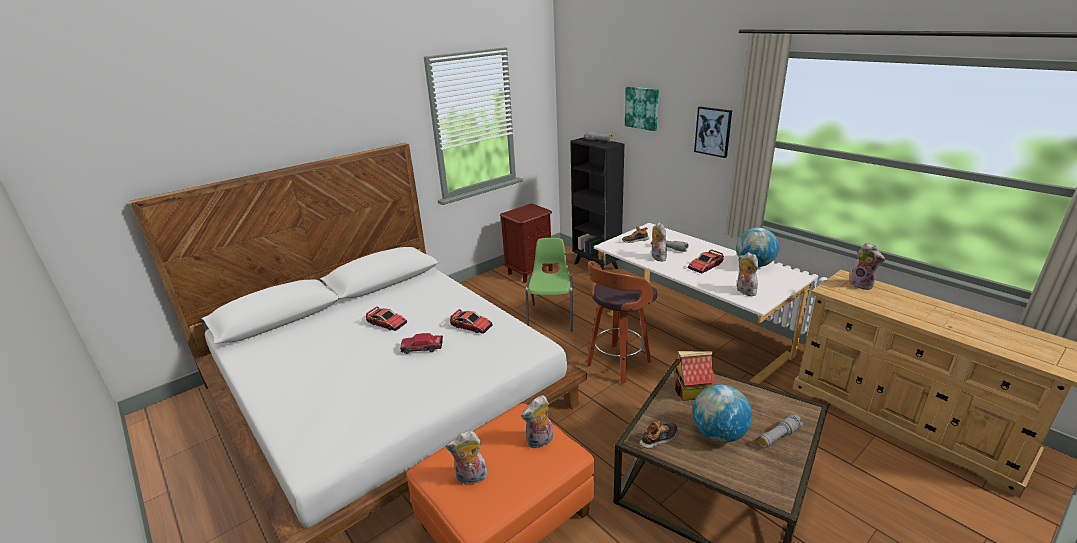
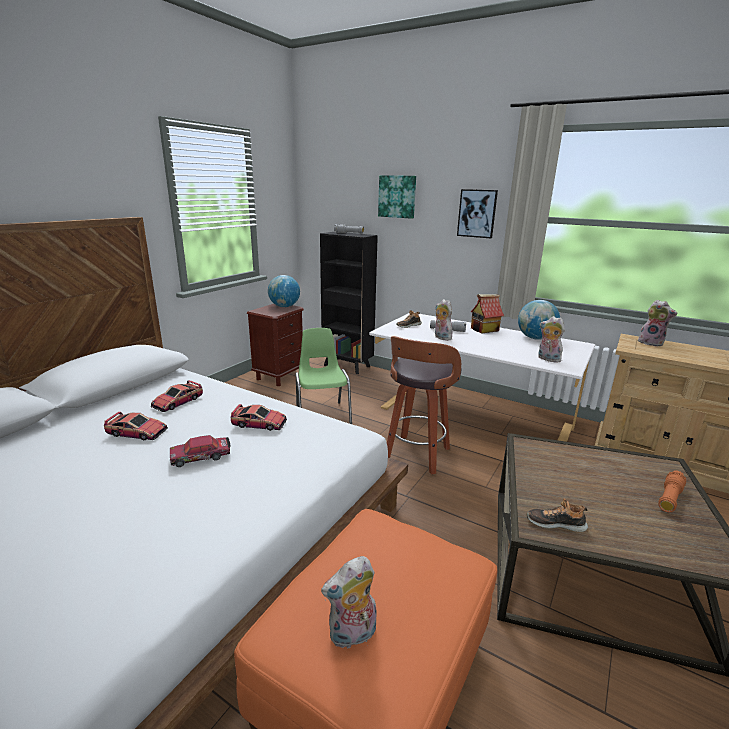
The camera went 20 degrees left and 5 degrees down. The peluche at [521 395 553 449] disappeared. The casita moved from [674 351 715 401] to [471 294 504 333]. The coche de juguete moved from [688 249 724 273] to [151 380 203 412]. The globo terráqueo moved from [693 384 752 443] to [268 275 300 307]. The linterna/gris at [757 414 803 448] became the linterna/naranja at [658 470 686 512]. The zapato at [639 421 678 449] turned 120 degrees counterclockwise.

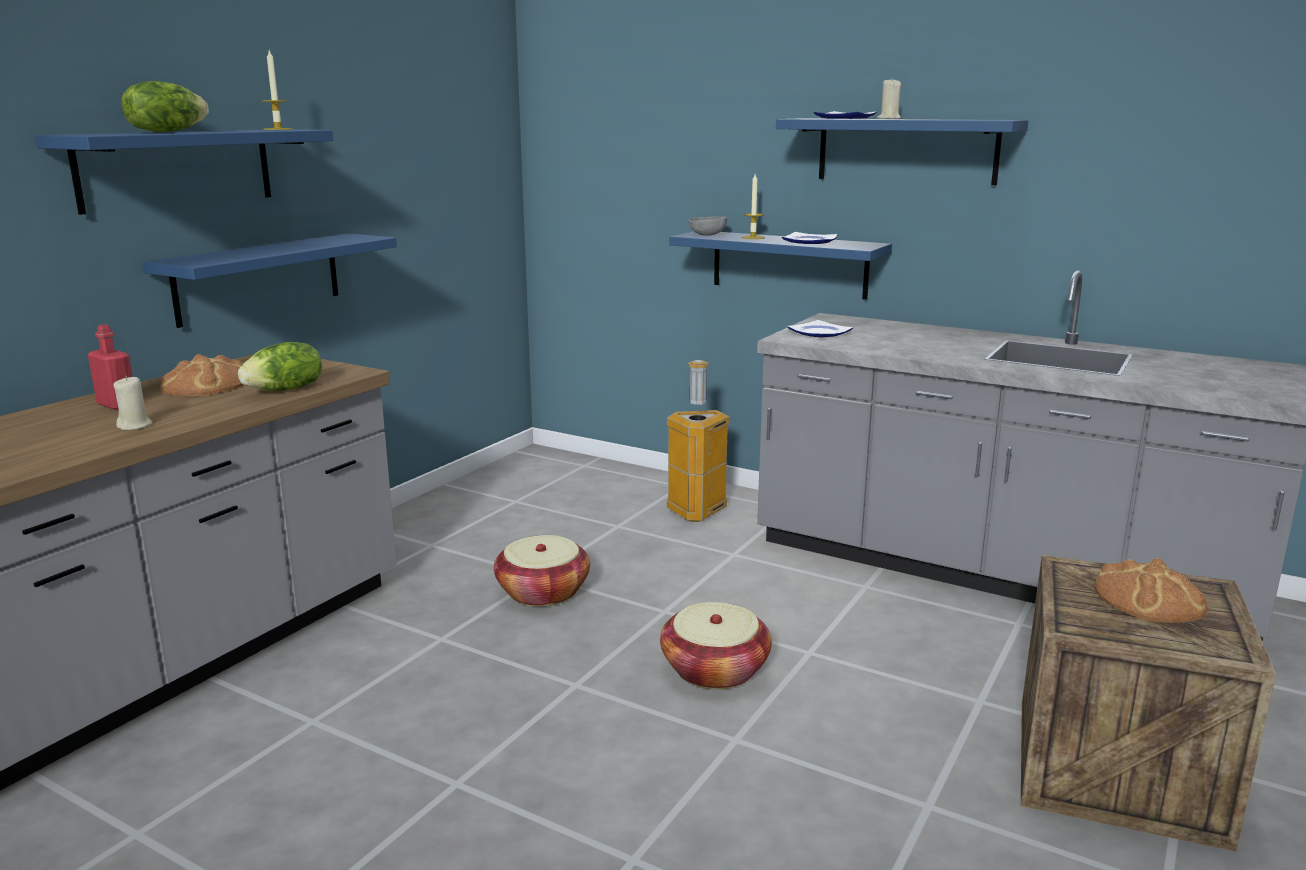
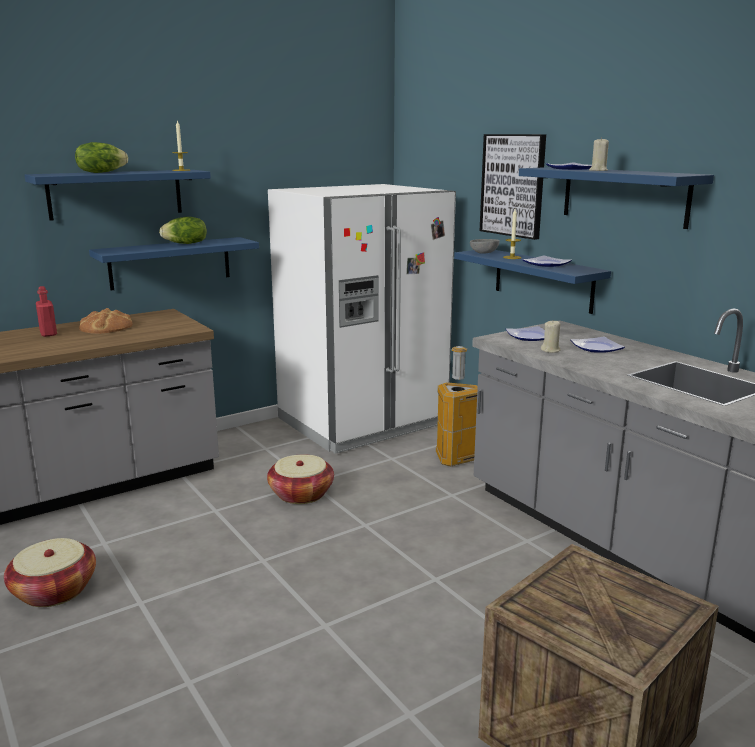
The camera went 25 degrees right and 0 degrees up. The pan at [1094 558 1207 623] disappeared. The nevera/blanco at [268 184 456 454] appeared. The cuadro at [480 134 546 240] appeared. The plato at [570 337 625 353] appeared. The vela/beis moved from [113 376 153 430] to [541 321 561 353]. The lechuga moved from [238 342 322 391] to [159 217 207 244]. The cesta moved from [660 602 772 689] to [4 538 96 607].

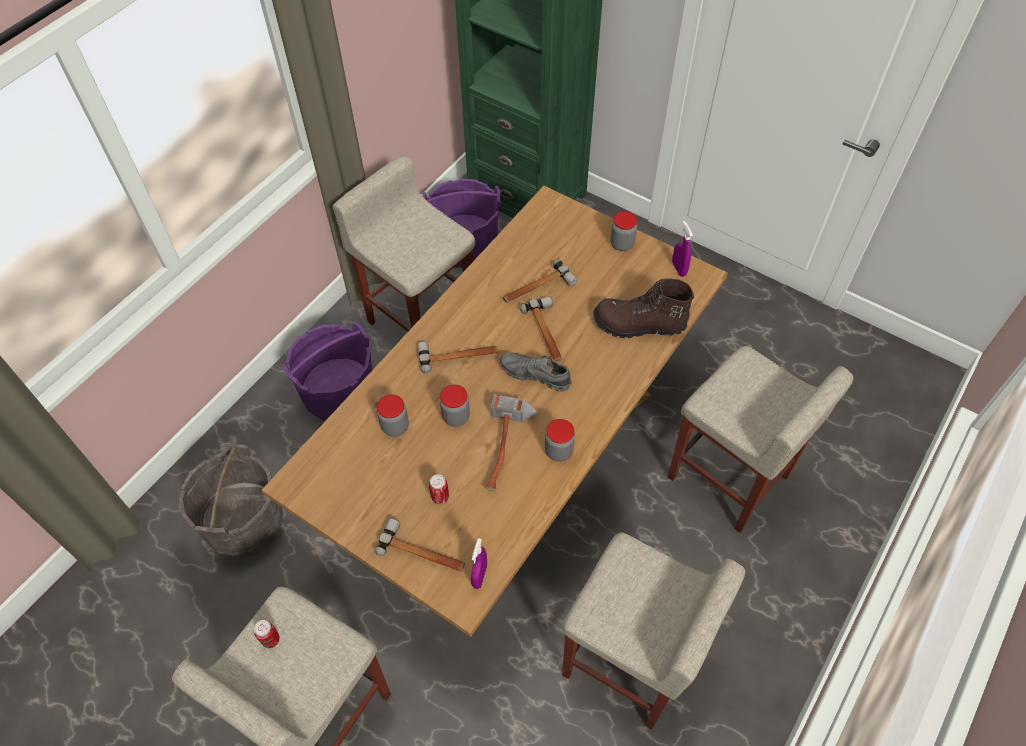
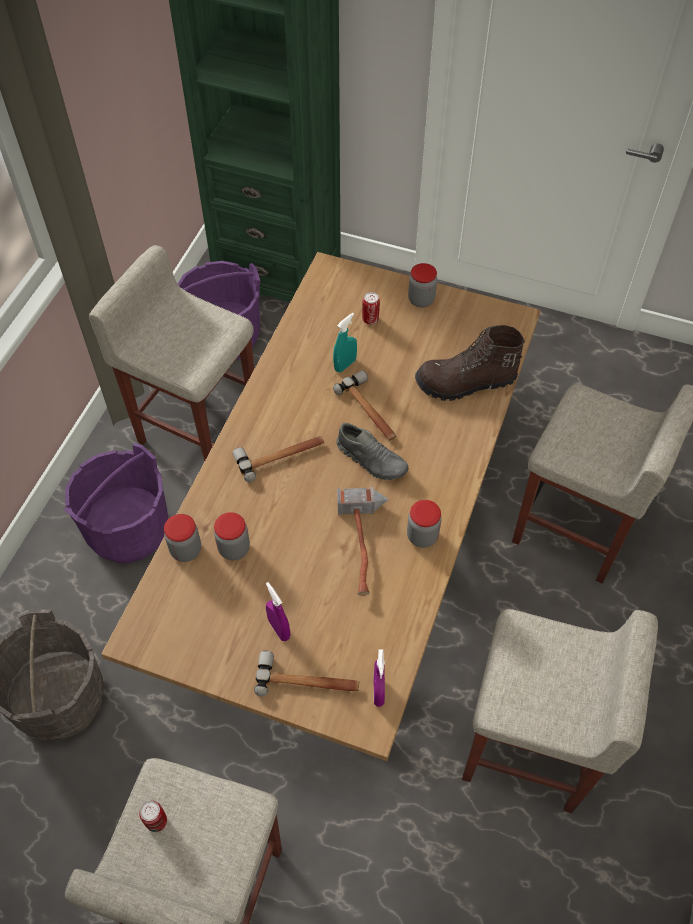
The camera went 15 degrees left and 0 degrees up. The lata moved from [429 474 449 504] to [362 292 380 325]. The tarro moved from [440 384 470 427] to [164 514 201 562]. The pulverizador/morado moved from [672 221 693 277] to [266 582 290 641]. The martillo at [503 260 577 302] was replaced by the pulverizador/turquesa at [333 313 357 372]. The zapato/gris at [500 352 572 392] turned 150 degrees counterclockwise.

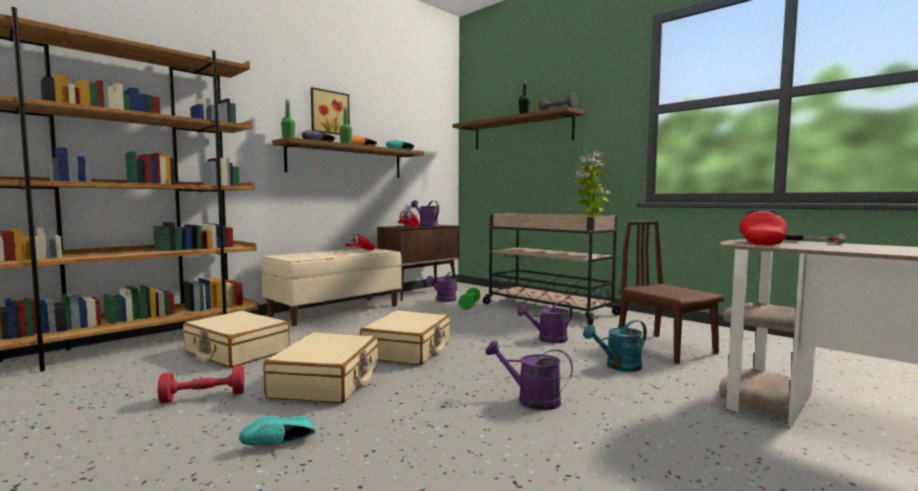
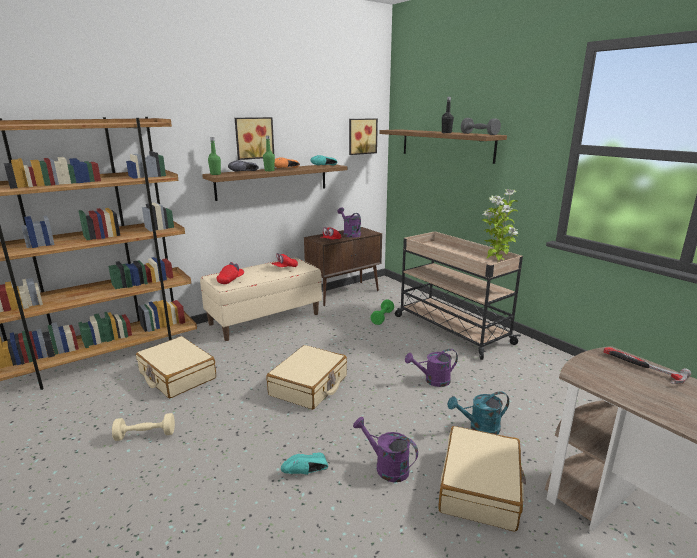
The camera went 10 degrees right and 15 degrees up. The regadera/morado at [426 272 457 302] disappeared. The silla/marrón at [619 221 724 364] disappeared. The cuadro at [349 118 378 155] appeared. The zapato/turquesa moved from [239 416 315 446] to [281 452 328 475]. The maleta/beis moved from [263 332 378 403] to [439 426 526 532]. The gorra/rojo moved from [740 209 787 245] to [217 262 244 284]. The mancuerna/rojo at [158 365 244 404] became the mancuerna/beis at [112 413 175 441].

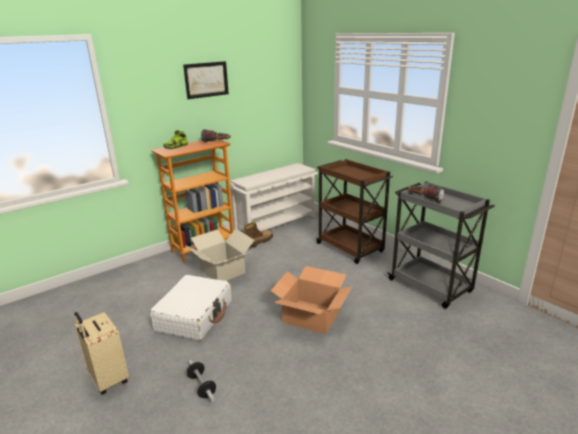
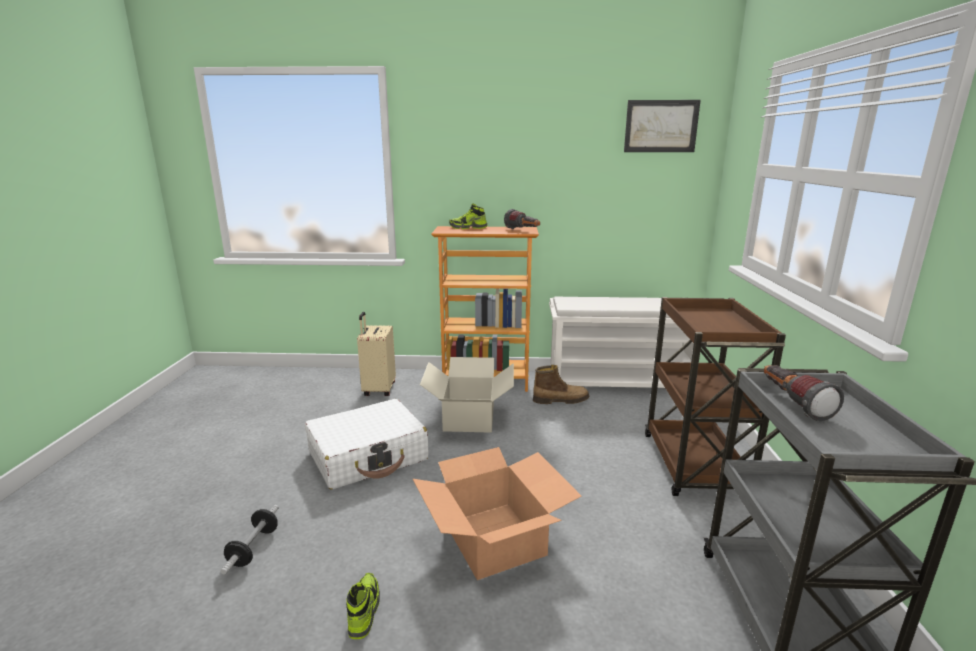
The camera went 40 degrees right and 5 degrees down. The zapato at [346 573 380 639] appeared. The maleta/beis moved from [74 312 129 395] to [357 312 396 396]. The cuadro moved from [183 61 229 99] to [624 100 701 152].

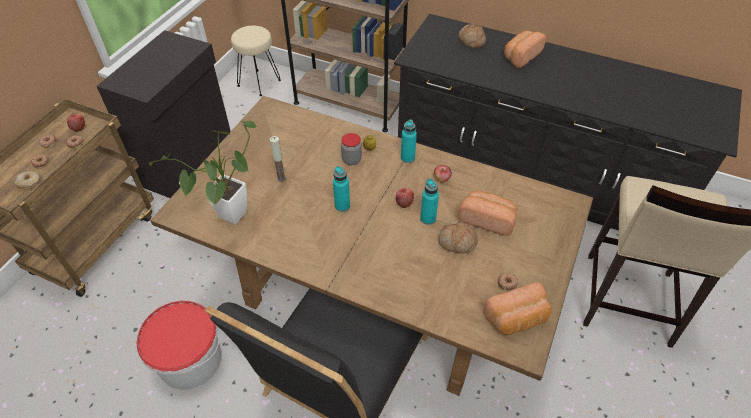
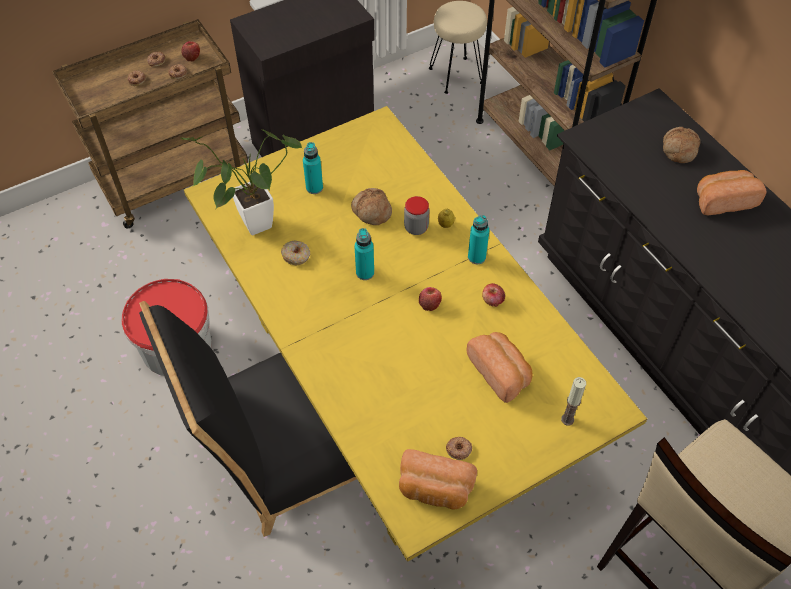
The camera went 35 degrees right and 5 degrees up. The rosquilla moved from [13 171 40 190] to [281 241 310 265]. The vela moved from [270 136 286 182] to [561 377 586 426]. The botella/turquesa moved from [420 179 439 225] to [303 142 323 194]. The pan moved from [438 220 478 254] to [351 188 392 225]. The mesa de comedor/marrón at [150 96 593 396] became the mesa de comedor/amarillo at [184 106 647 562].

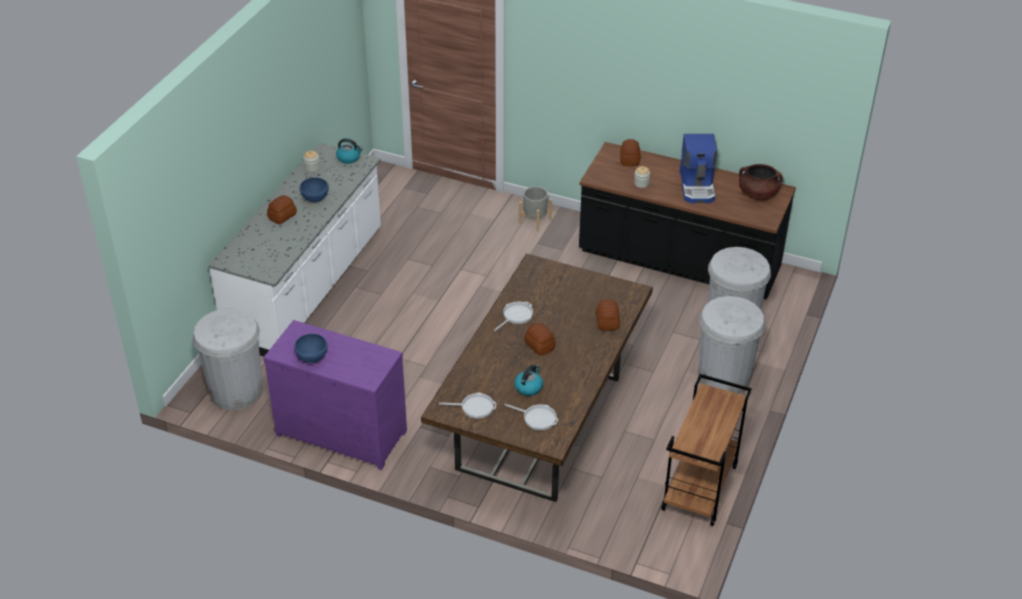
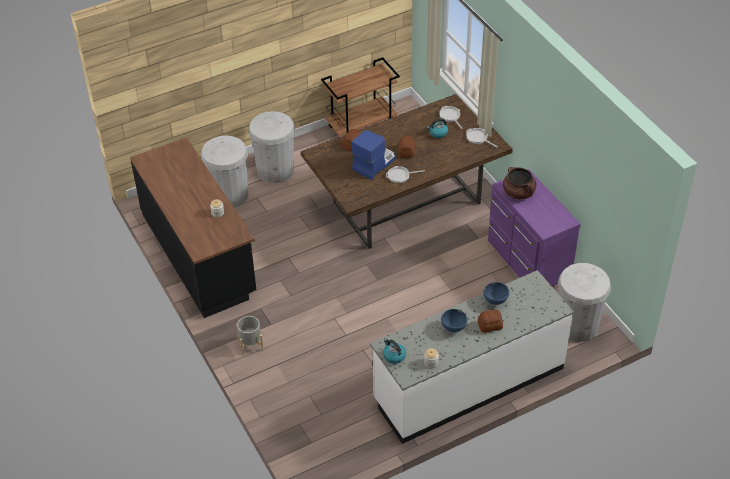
The camera went 140 degrees left and 5 degrees up. The pan at [620 139 640 166] disappeared. The cuenco/azul moved from [295 334 327 363] to [483 282 509 305]. The cafetera moved from [680 134 717 203] to [351 130 395 180]. The olla/marrón moved from [739 164 783 200] to [503 167 536 199].

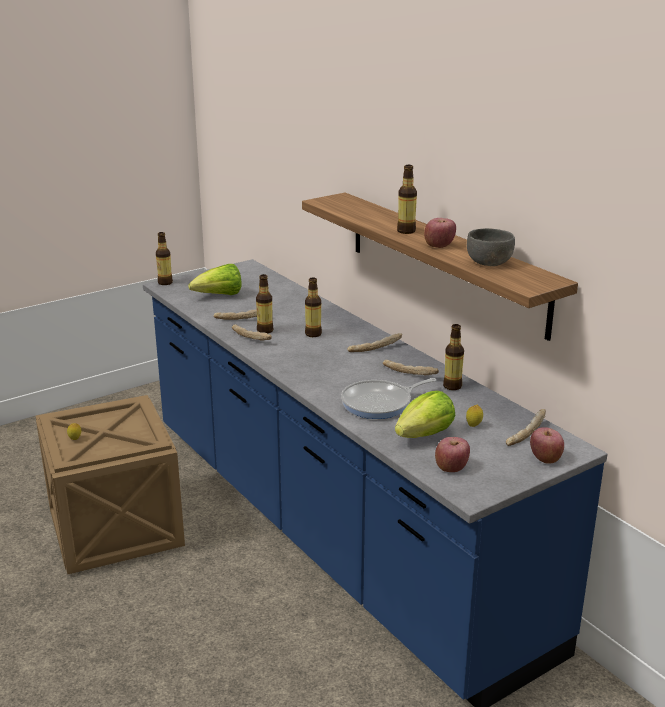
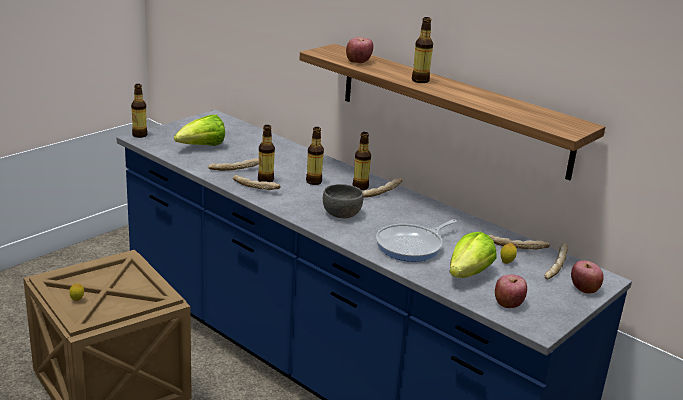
The camera went 15 degrees left and 0 degrees up. The pan moved from [383 360 439 375] to [488 235 550 250]. The manzana moved from [424 218 456 248] to [346 37 373 63]. The botella moved from [443 324 464 390] to [353 132 371 190]. The cuenco/gris moved from [467 228 515 266] to [323 184 363 218].

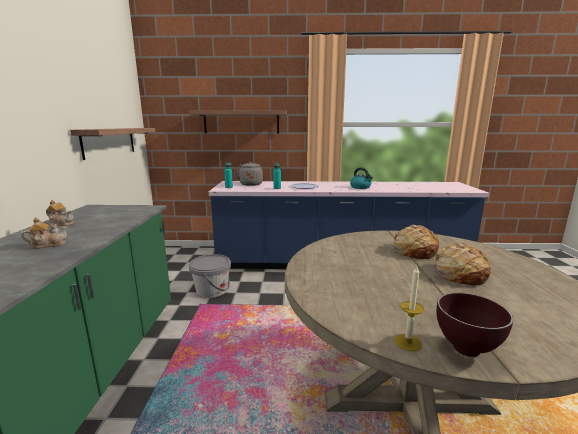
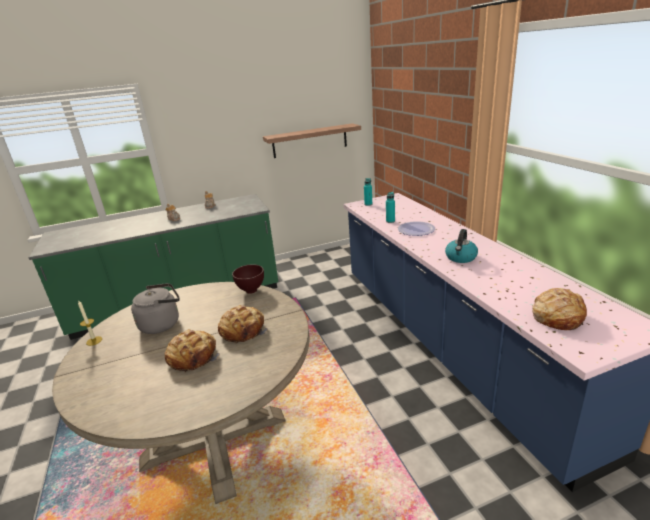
The camera went 70 degrees right and 10 degrees up. The estante at [189 110 287 134] disappeared. The cubo/gris at [189 254 231 298] disappeared. The pan at [532 288 587 330] appeared. The hervidor/gris moved from [234 162 263 186] to [131 283 180 334]. The cuenco/marrón moved from [437 292 513 357] to [232 264 264 294].

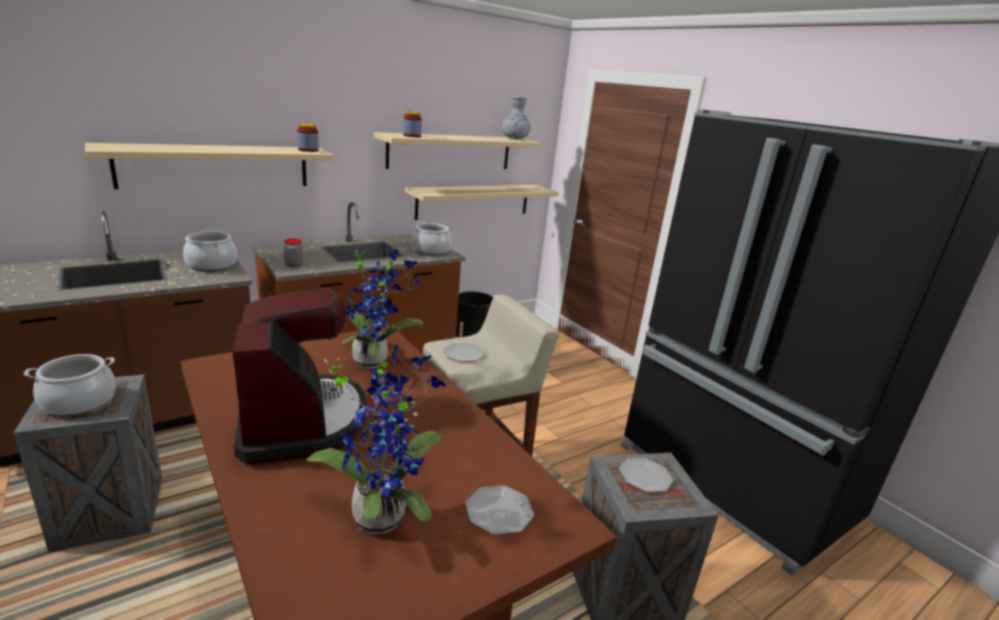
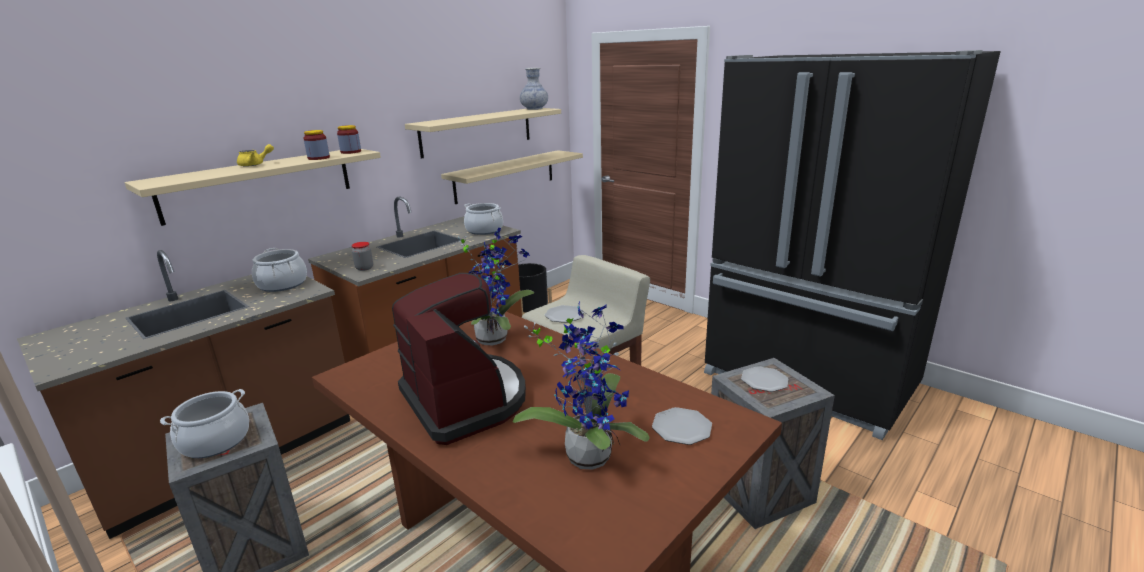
The camera went 10 degrees left and 0 degrees up. The tetera/amarillo at [237 144 274 167] appeared. The tarro moved from [403 112 422 137] to [303 130 330 160].

